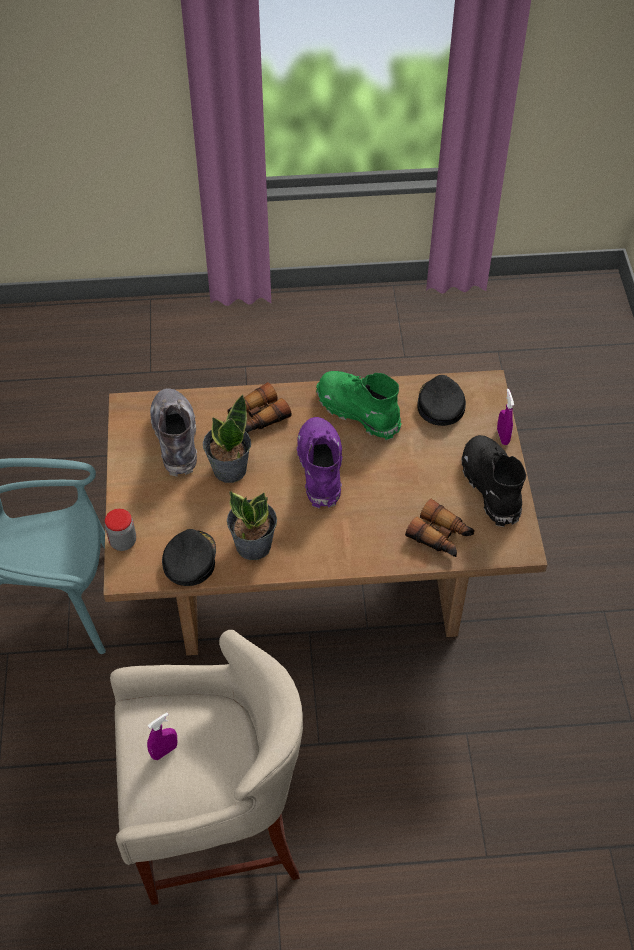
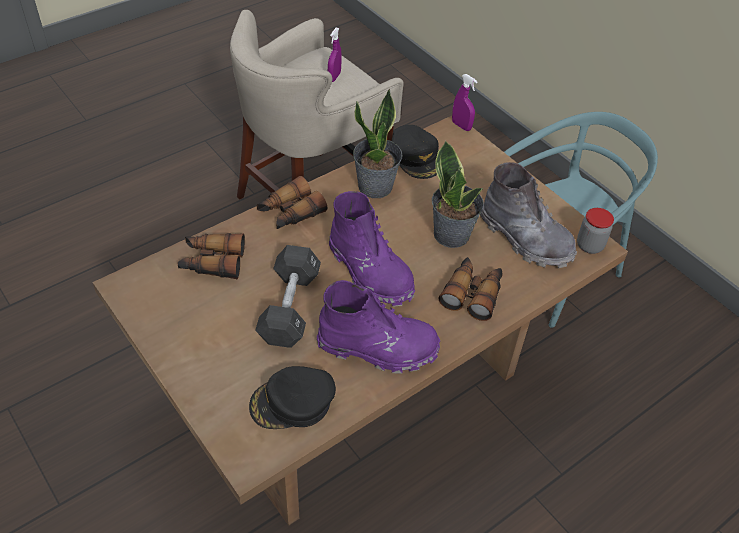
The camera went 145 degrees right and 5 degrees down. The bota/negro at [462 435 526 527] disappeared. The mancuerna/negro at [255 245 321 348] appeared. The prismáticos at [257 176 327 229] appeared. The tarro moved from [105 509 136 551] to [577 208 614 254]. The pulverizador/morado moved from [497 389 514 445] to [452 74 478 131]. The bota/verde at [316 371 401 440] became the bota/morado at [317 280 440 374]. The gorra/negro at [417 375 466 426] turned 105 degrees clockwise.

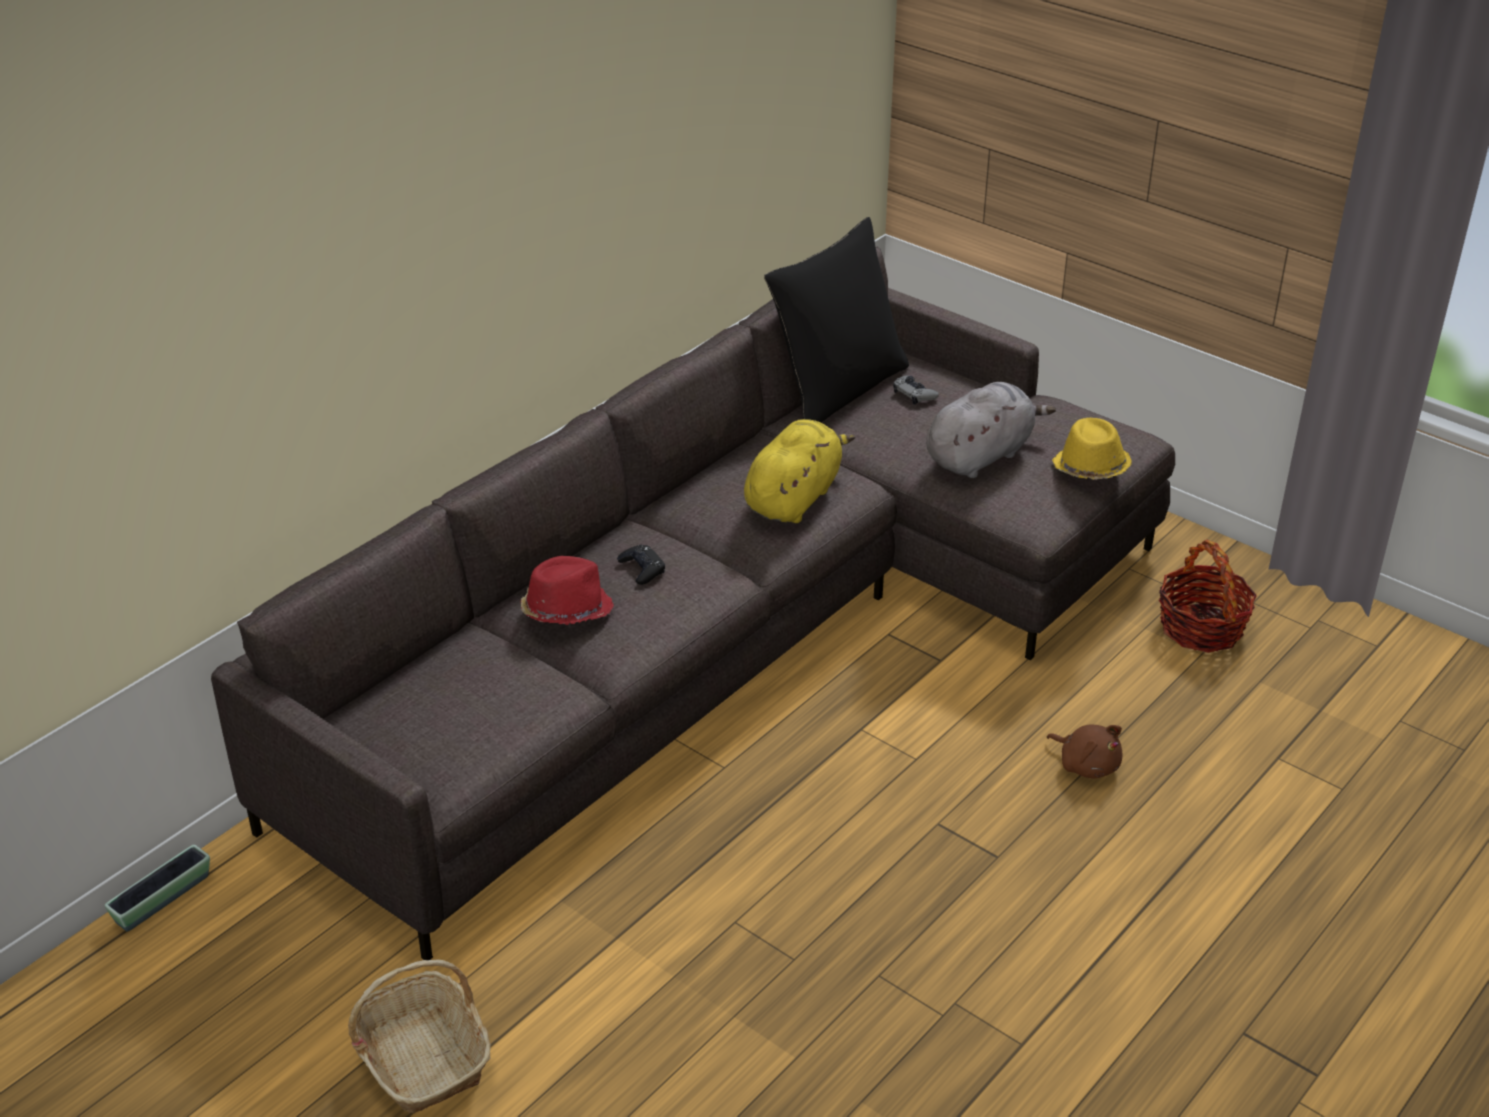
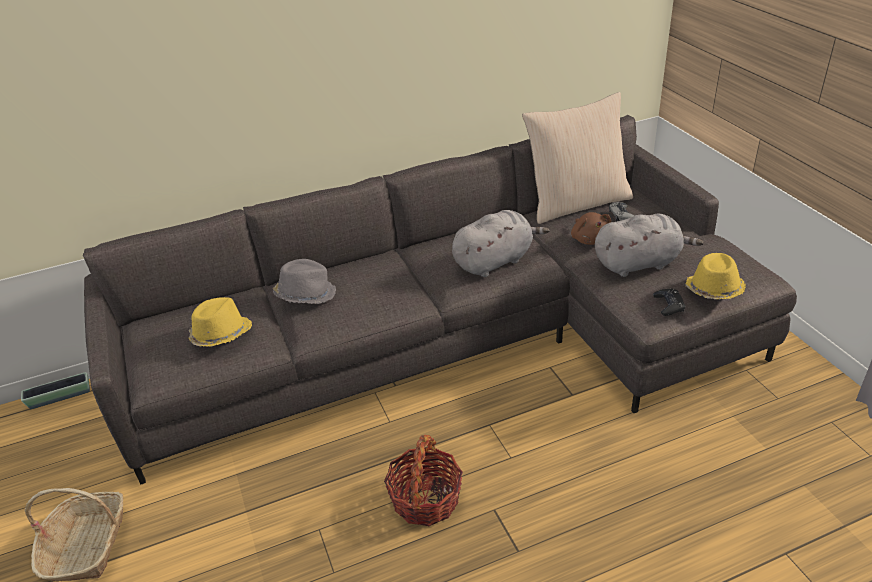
The camera went 30 degrees right and 0 degrees up. The sombrero/amarillo at [189 297 252 347] appeared. The mando de consola/negro moved from [617 545 665 585] to [653 289 685 316]. The peluche/marrón moved from [1047 724 1122 779] to [571 212 611 245]. The cesta moved from [1159 540 1257 653] to [384 435 463 526]. The sombrero/rojo at [521 556 614 625] became the sombrero/gris at [273 259 336 304]. The peluche/amarillo at [744 419 855 523] became the peluche/gris at [452 210 550 277]. The cojín/negro at [764 217 909 423] became the cojín/beis at [522 92 633 224].

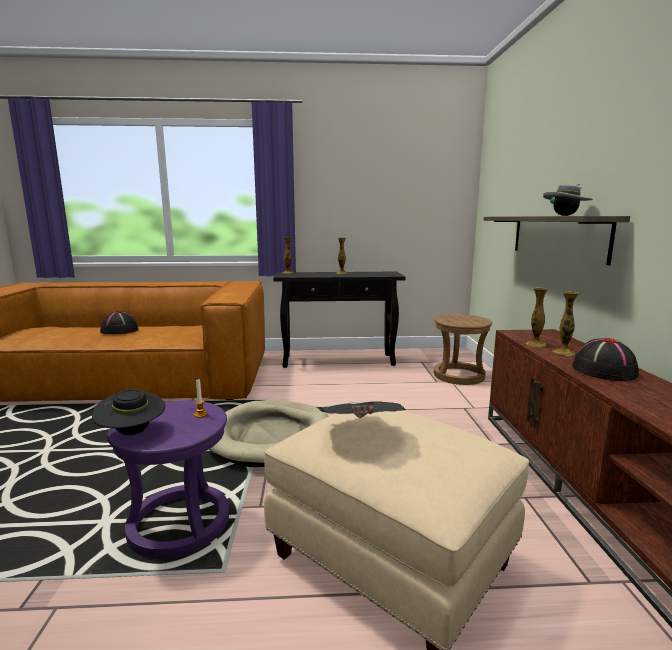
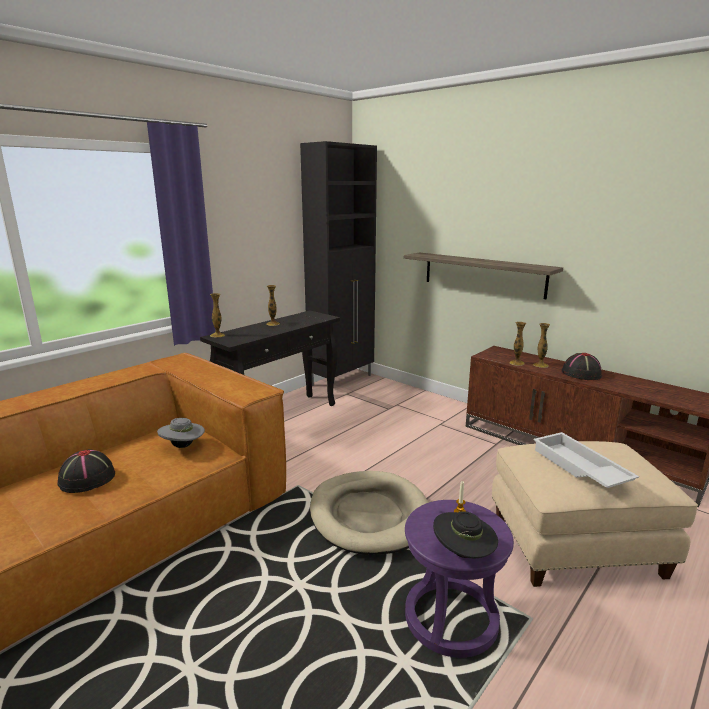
The camera went 45 degrees left and 5 degrees up. The taburete/marrón at [434 314 492 385] disappeared. The armario/negro at [300 141 377 386] appeared. The sombrero/gris moved from [543 184 593 216] to [157 418 205 448]. The periódico at [317 401 406 418] was replaced by the bandeja/blanco at [533 432 639 488].

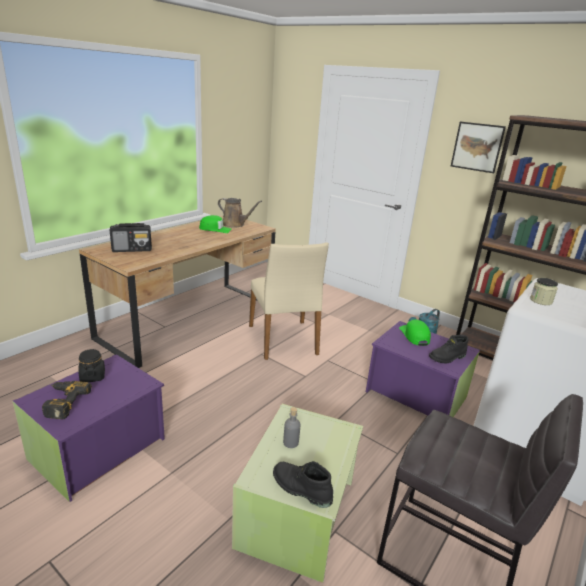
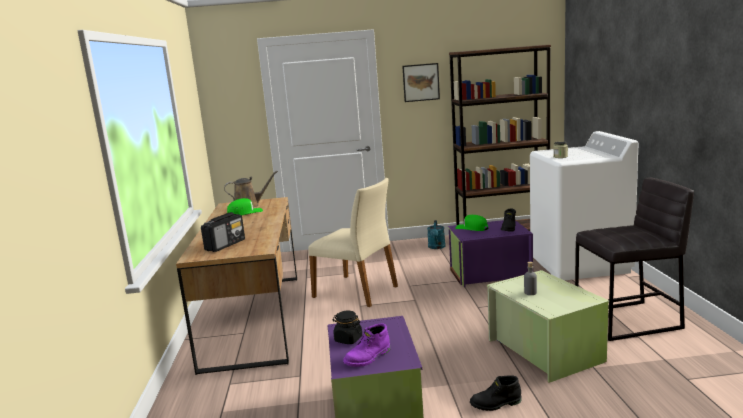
The camera went 40 degrees left and 10 degrees down. The bota/negro moved from [273 461 333 508] to [470 375 522 411]. The taladro at [42 381 92 419] was replaced by the bota/morado at [343 323 390 367].

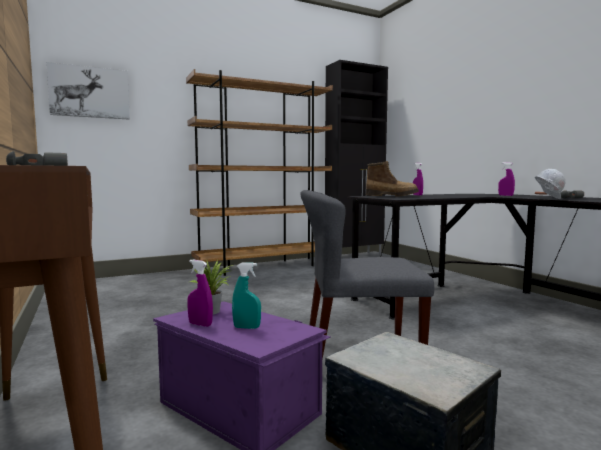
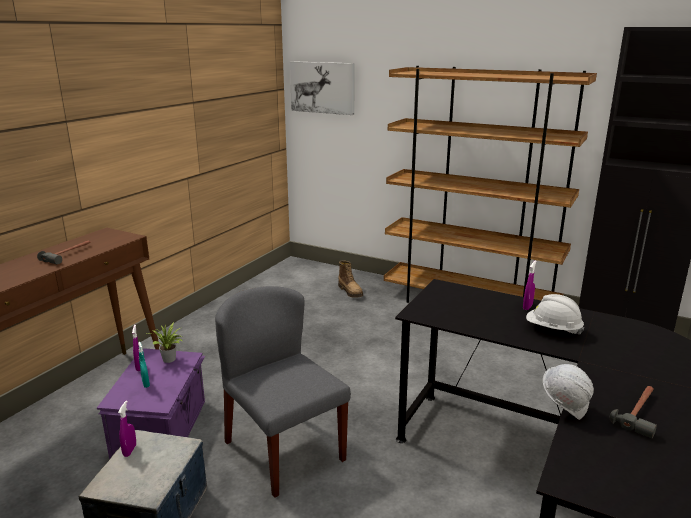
The camera went 55 degrees right and 15 degrees up. The casco/blanco at [526 294 584 335] appeared. The bota moved from [366 161 419 197] to [338 260 363 298]. The pulverizador/morado moved from [498 162 515 196] to [118 401 136 457].

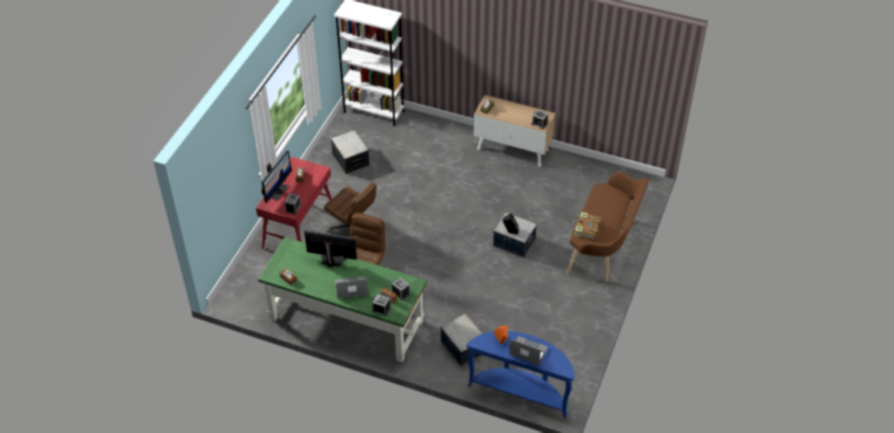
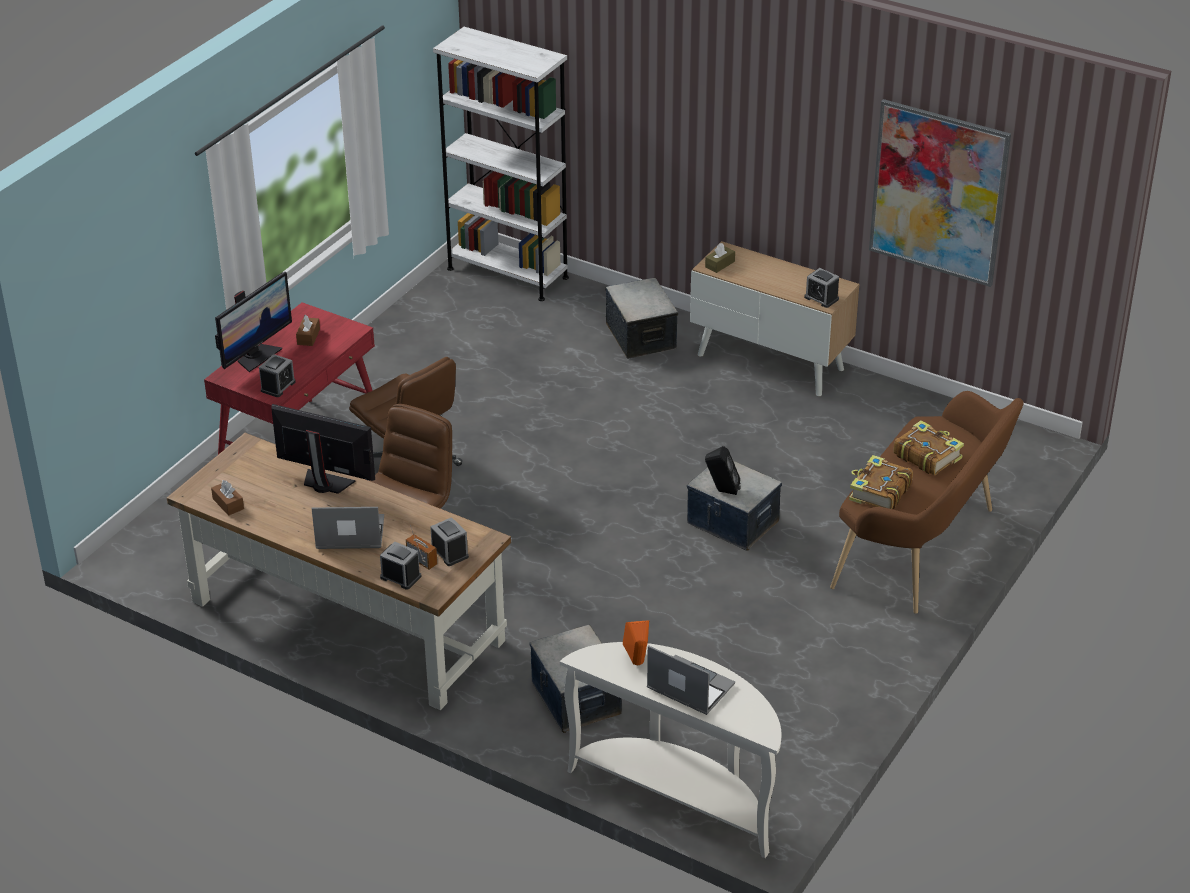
The camera went 10 degrees right and 10 degrees down. The cuadro at [869 99 1011 287] appeared. The libro at [894 420 964 475] appeared. The caja de almacenaje moved from [331 130 369 174] to [606 278 678 359]. The escritorio/verde at [258 237 427 362] became the escritorio/marrón at [167 433 511 710]. The mesa consola/azul at [466 331 574 419] became the mesa consola/blanco at [560 642 781 858].

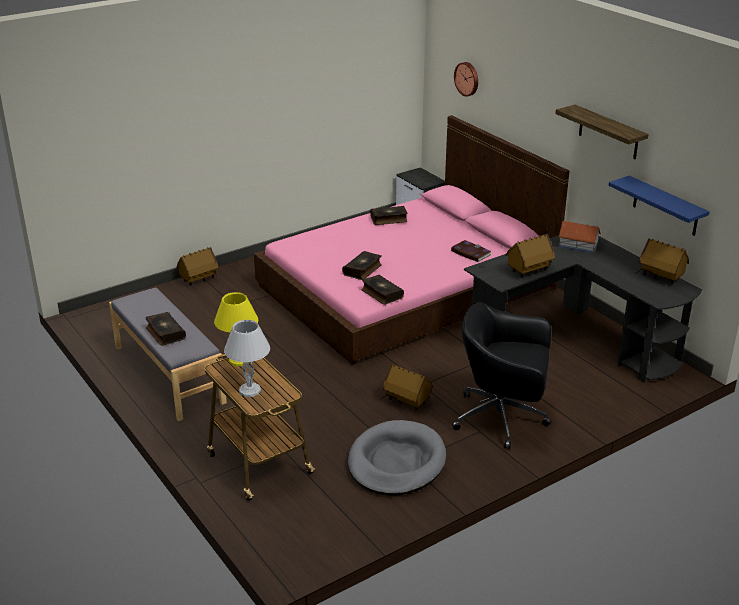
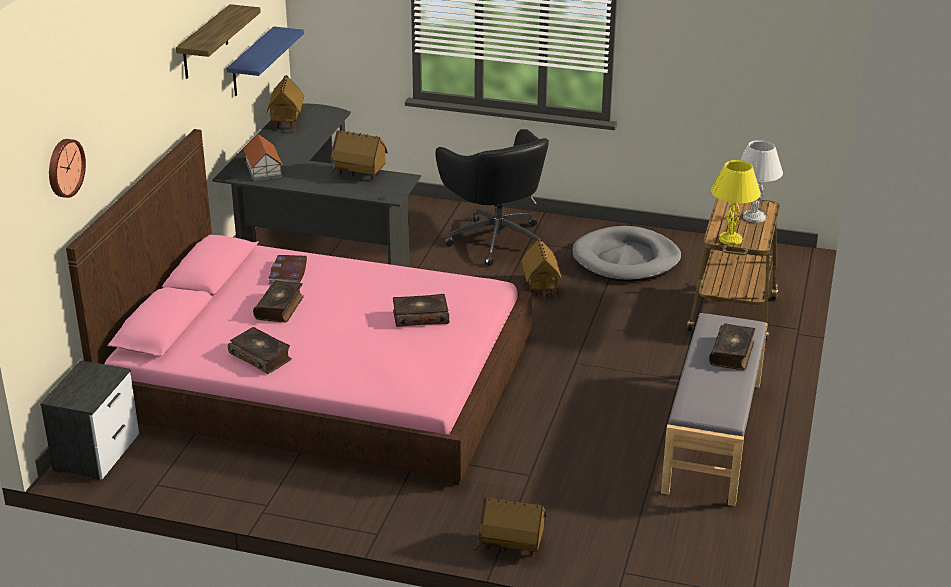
The camera went 130 degrees left and 0 degrees up. The libro moved from [362 275 404 305] to [253 280 304 323].

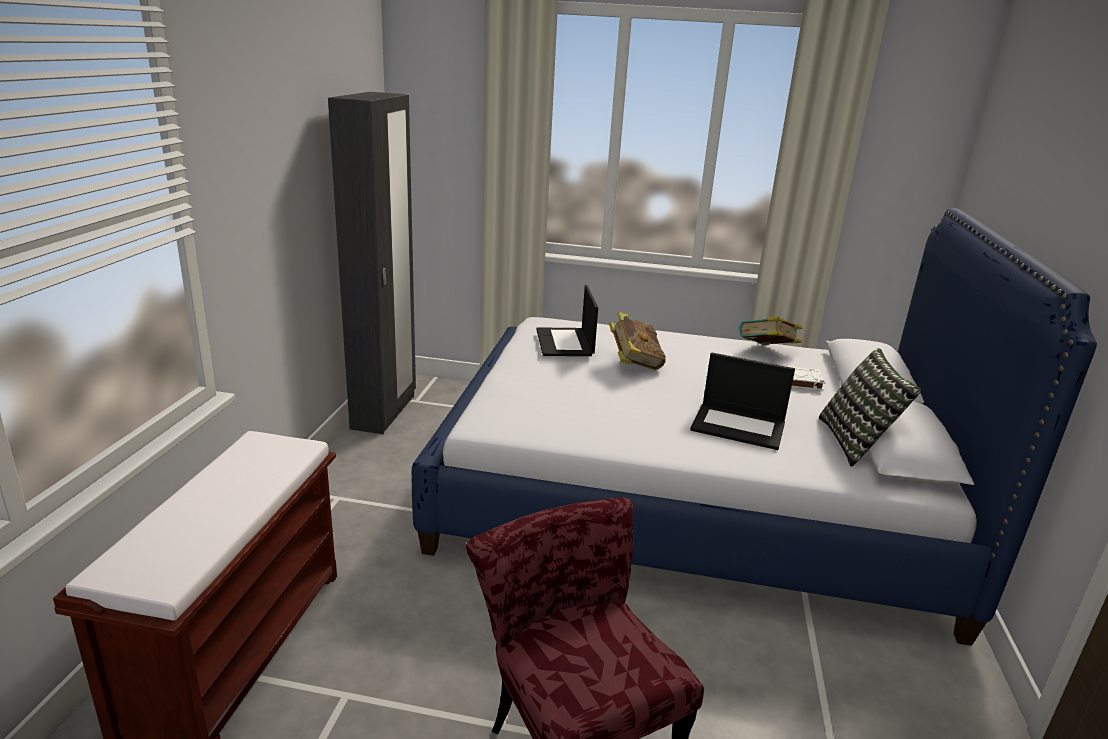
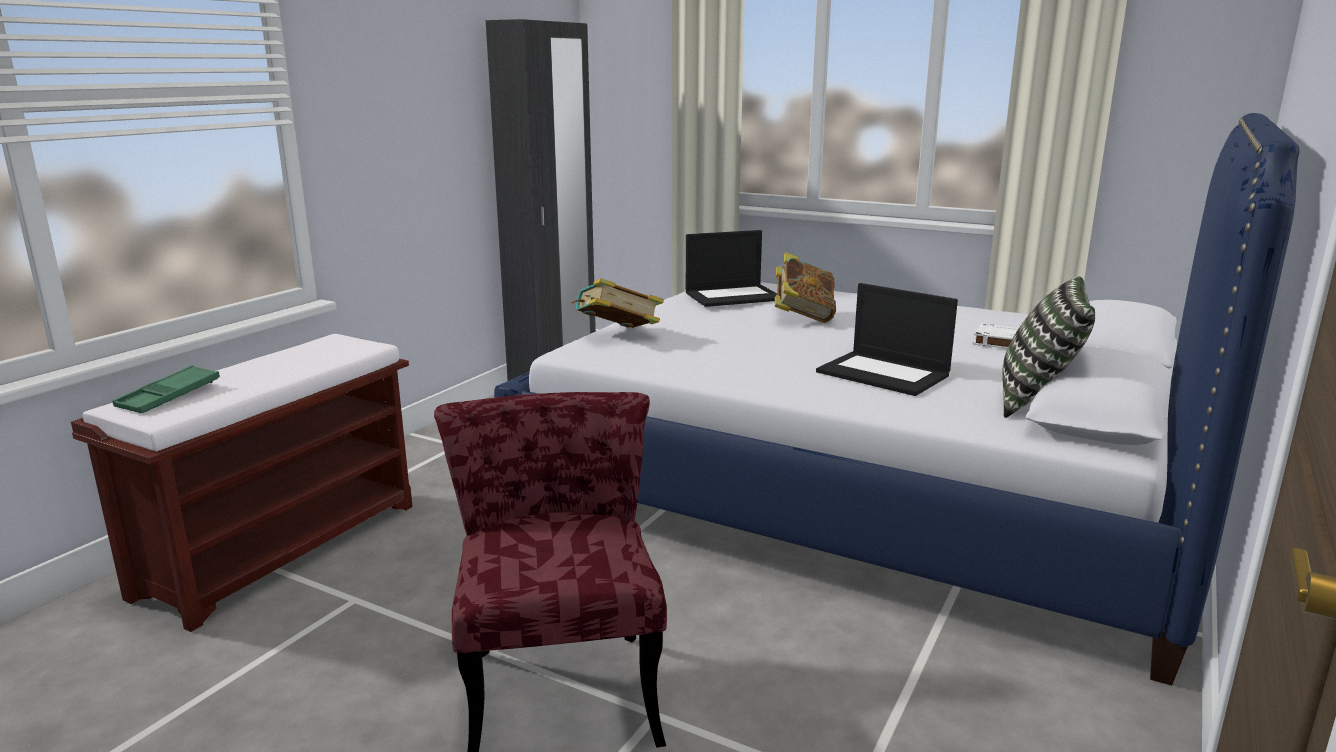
The camera went 20 degrees right and 5 degrees down. The bandeja/verde at [112 365 220 413] appeared. The libro moved from [738 316 802 345] to [572 278 664 328]. The portátil at [536 285 598 356] turned 120 degrees counterclockwise.

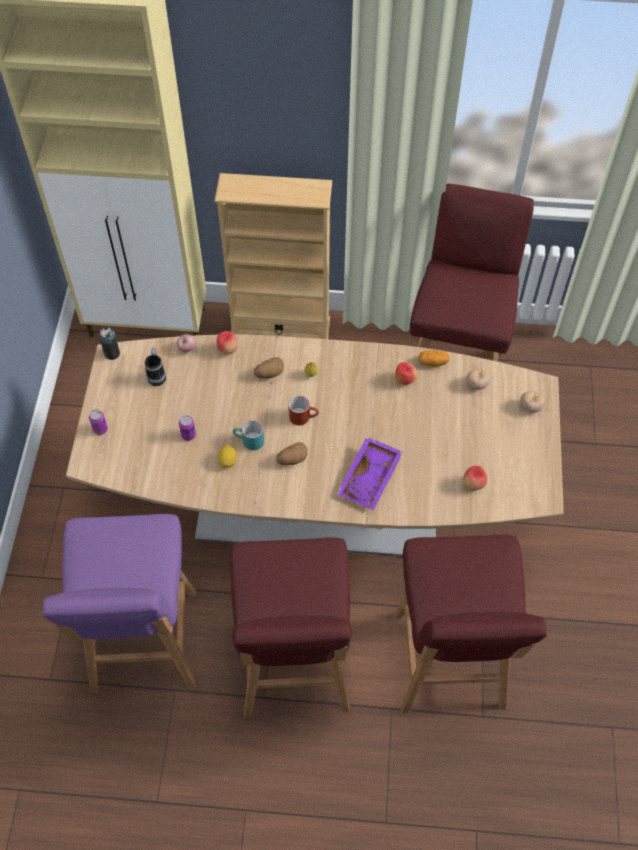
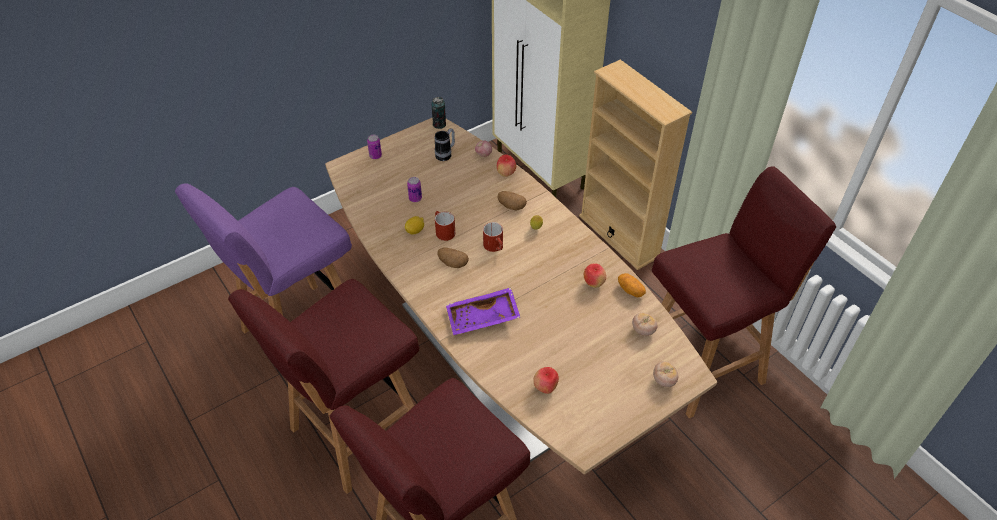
The camera went 50 degrees right and 10 degrees down. The taza grande/turquesa at [233 420 264 450] became the taza grande/rojo at [435 211 455 241].

